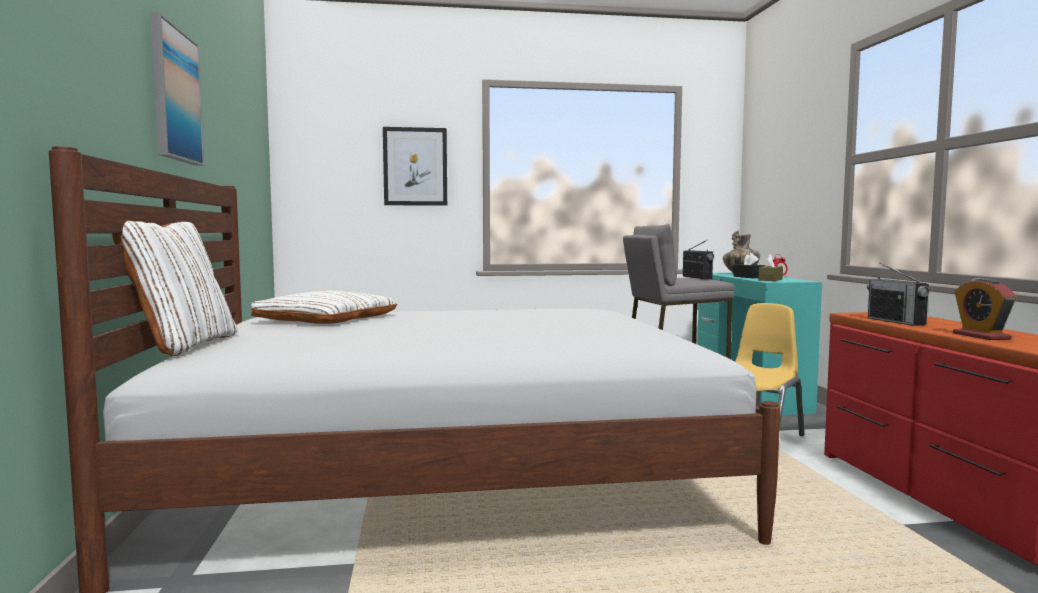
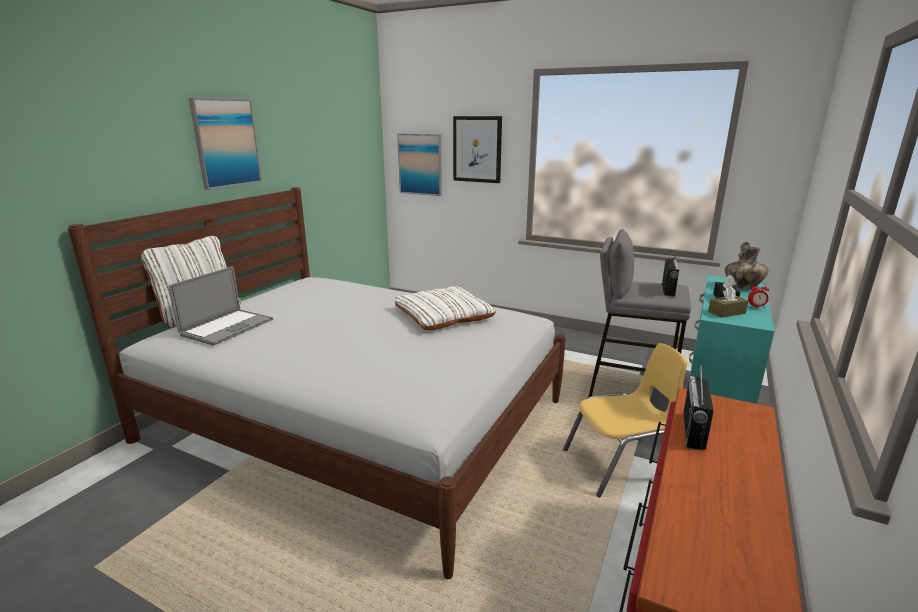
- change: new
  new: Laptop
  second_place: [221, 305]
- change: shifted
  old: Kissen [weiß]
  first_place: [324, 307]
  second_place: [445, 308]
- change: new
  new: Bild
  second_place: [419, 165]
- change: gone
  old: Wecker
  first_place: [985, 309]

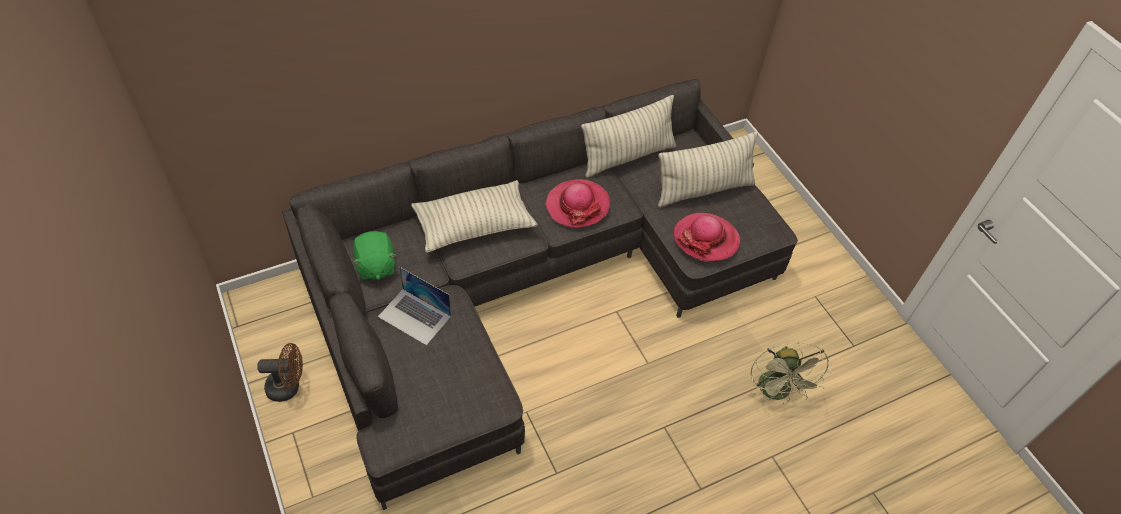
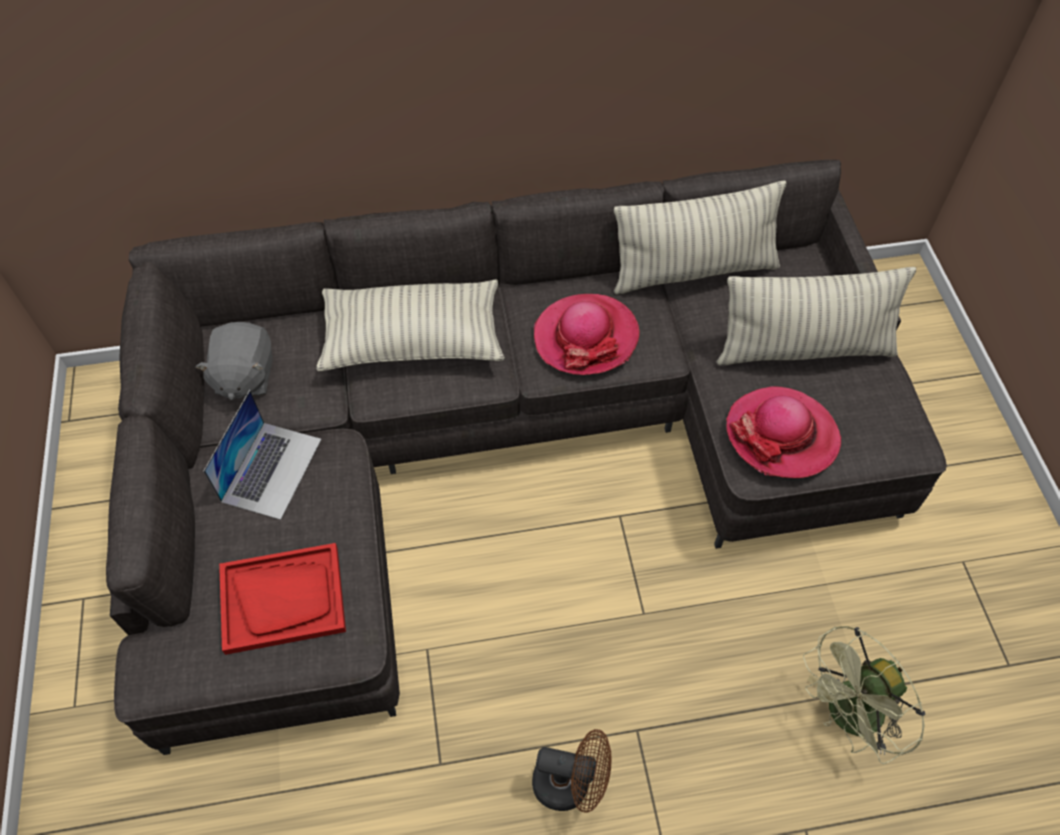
- change: repainted
  old: Plüschtier [grün]
  new: Plüschtier [grau]
  first_place: [374, 255]
  second_place: [234, 361]
- change: rotated
  old: Laptop
  first_place: [414, 306]
  second_place: [262, 455]
  degrees: -120
- change: new
  new: Tablett [rot]
  second_place: [282, 599]
- change: shifted
  old: Ventilator [braun]
  first_place: [280, 372]
  second_place: [572, 771]
- change: rotated
  old: Ventilator [grün]
  first_place: [790, 372]
  second_place: [864, 695]
  degrees: 45

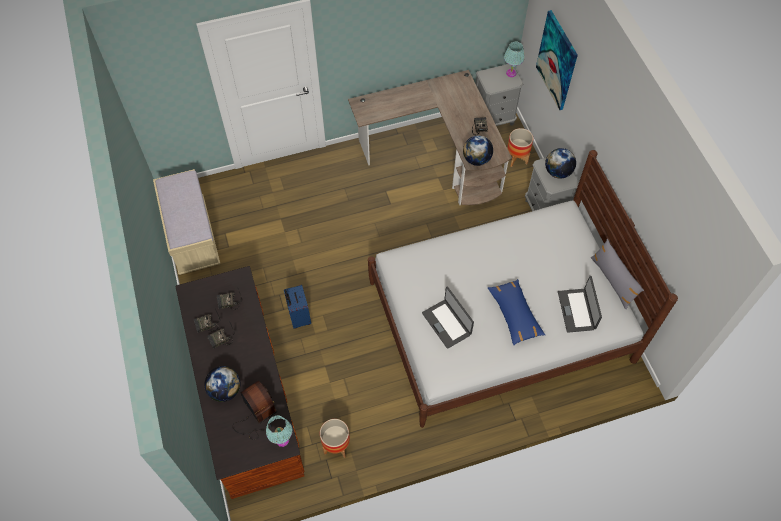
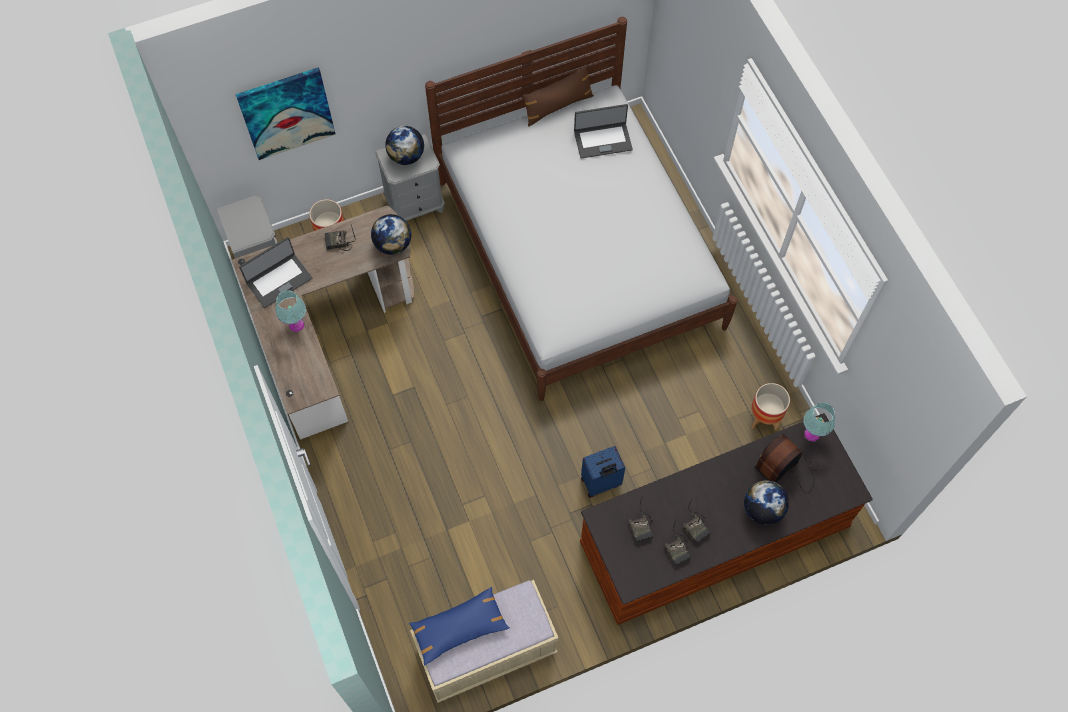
- change: shifted
  old: Laptop
  first_place: [448, 317]
  second_place: [275, 272]
- change: shifted
  old: Tischlampe [türkis]
  first_place: [514, 59]
  second_place: [291, 311]
- change: shifted
  old: Kissen [blau]
  first_place: [516, 312]
  second_place: [459, 626]
- change: repainted
  old: Kissen [grau]
  new: Kissen [braun]
  first_place: [617, 274]
  second_place: [558, 95]

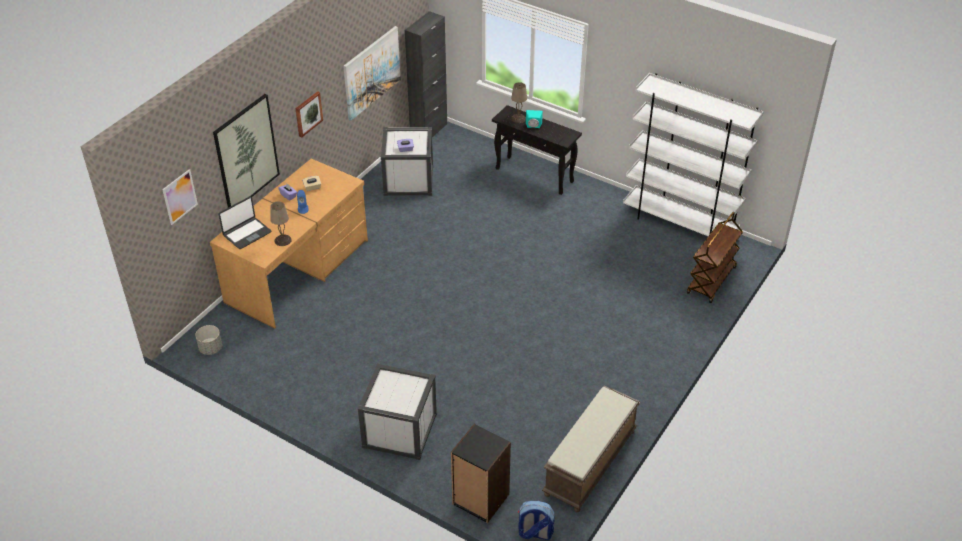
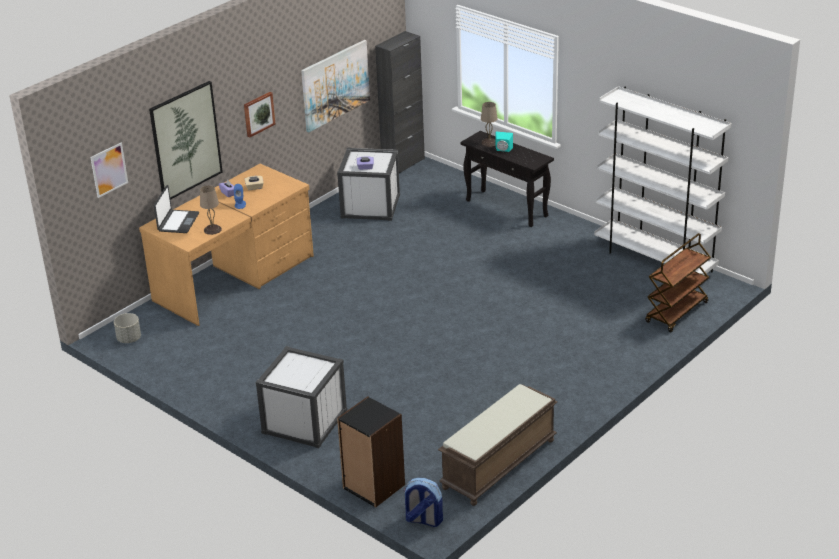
- change: rotated
  old: Laptop
  first_place: [245, 222]
  second_place: [176, 209]
  degrees: -45

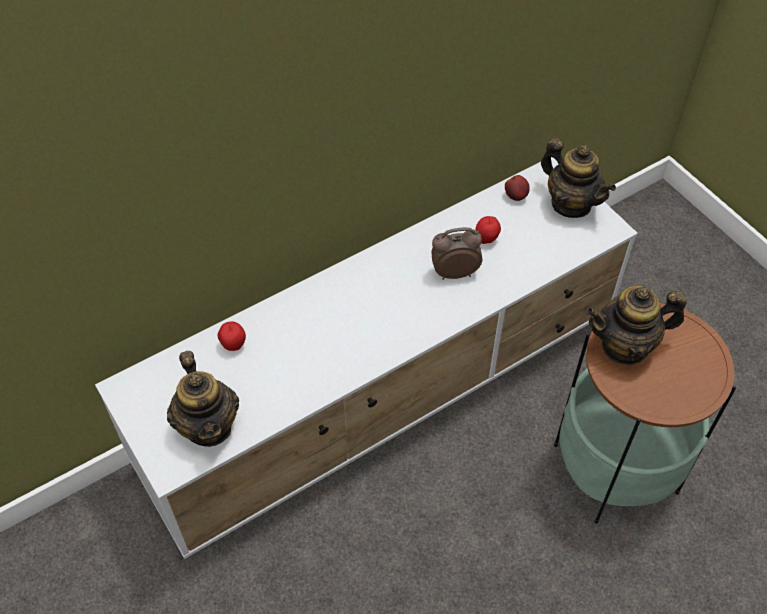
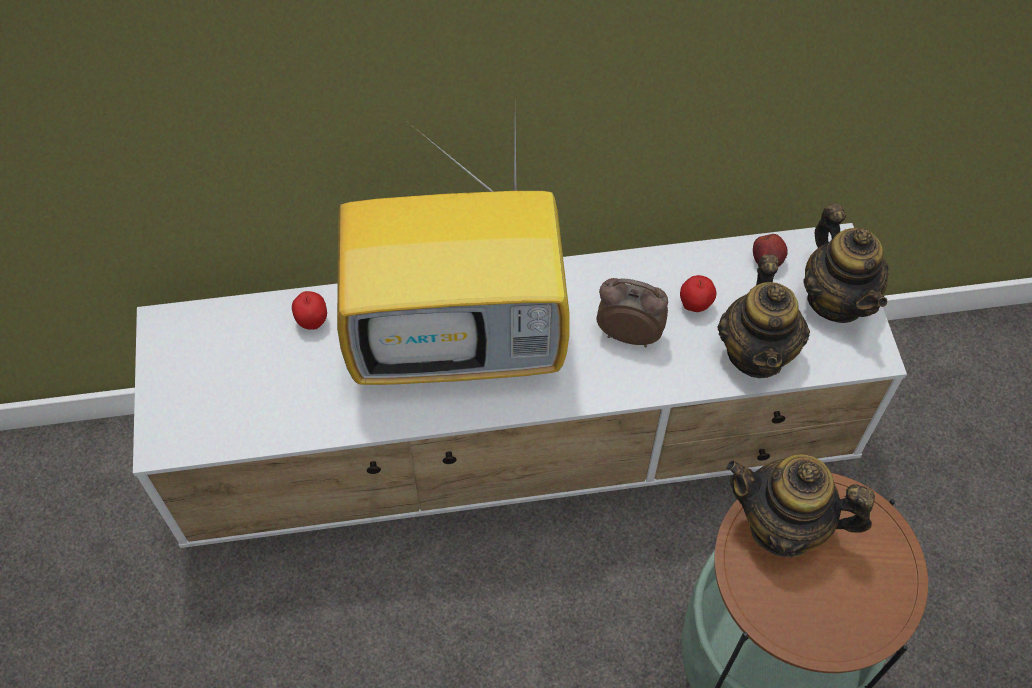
- change: new
  new: Fernseher
  second_place: [453, 252]
- change: shifted
  old: Teekanne
  first_place: [203, 399]
  second_place: [764, 316]

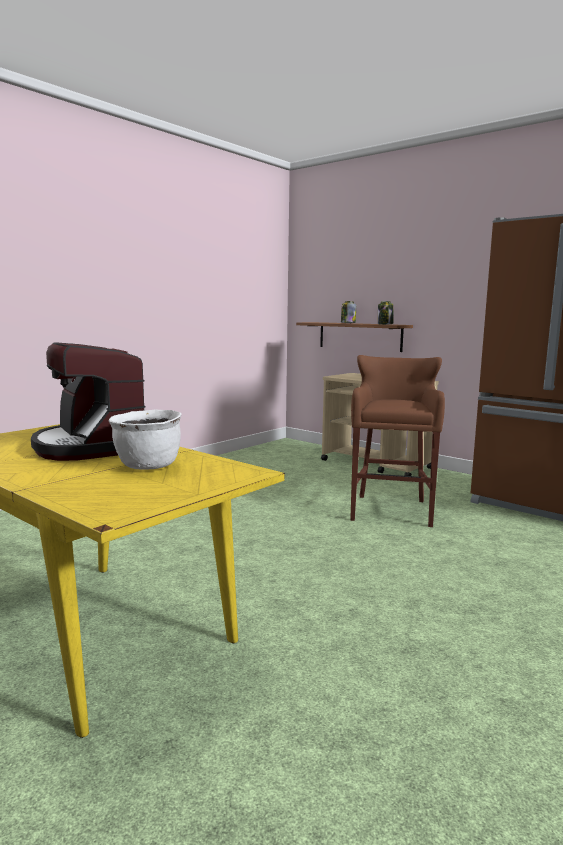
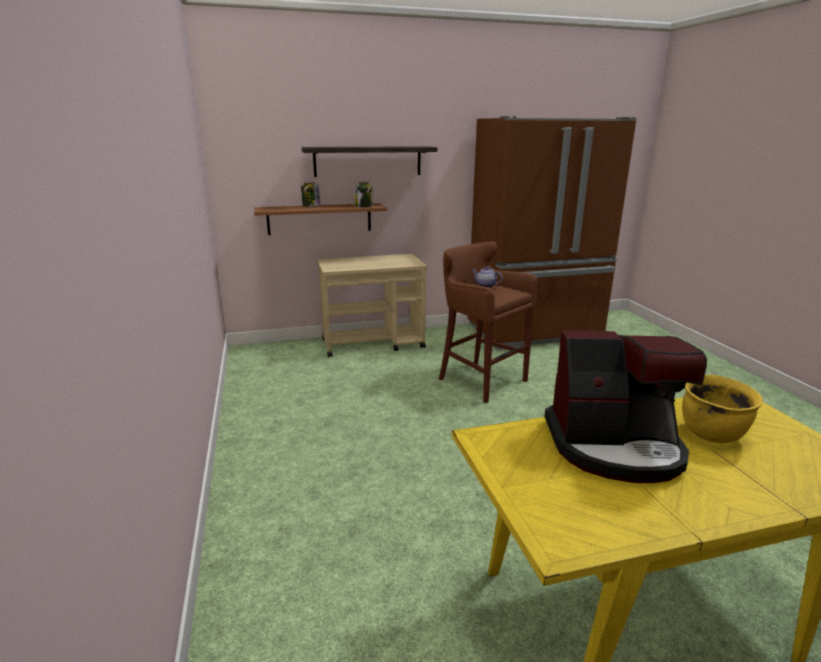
- change: new
  new: Wandregal
  second_place: [370, 161]
- change: new
  new: Teekanne
  second_place: [487, 277]
- change: repainted
  old: Kochtopf [weiß]
  new: Kochtopf [gelb]
  first_place: [145, 440]
  second_place: [722, 409]

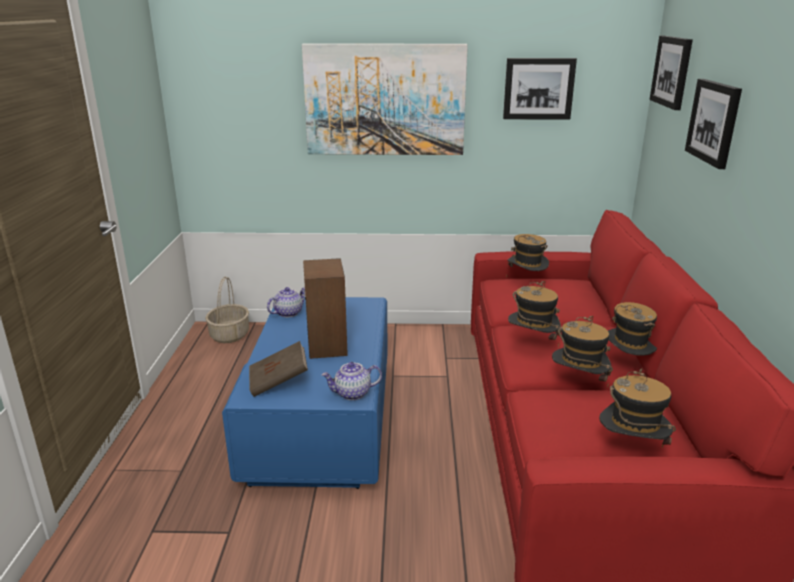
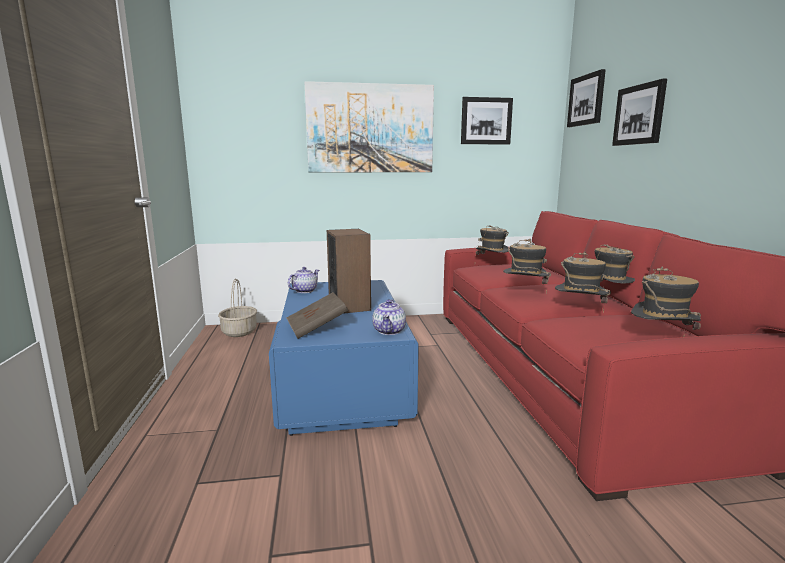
- change: rotated
  old: Teekanne
  first_place: [351, 381]
  second_place: [389, 317]
  degrees: -60

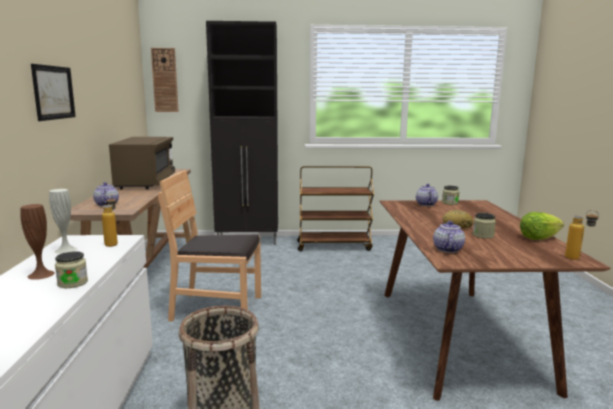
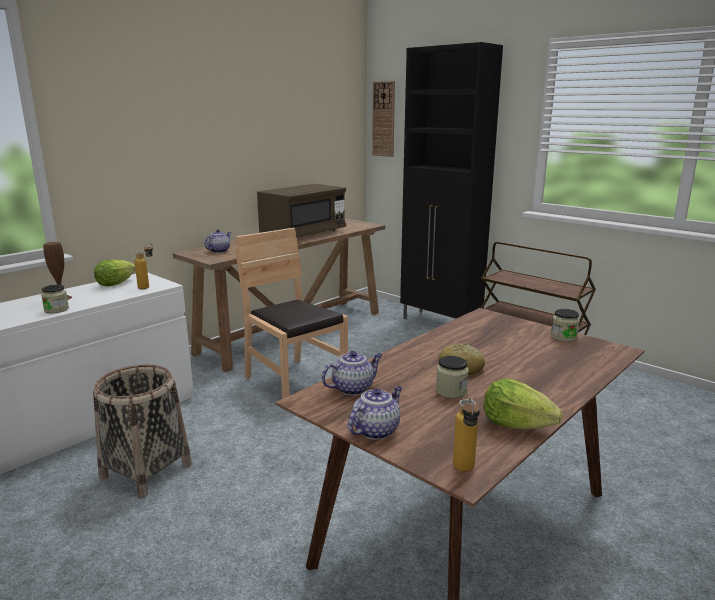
- change: swapped
  old: Vase [weiß]
  new: Salatkopf
  first_place: [63, 221]
  second_place: [114, 272]
- change: shifted
  old: Teekanne
  first_place: [427, 195]
  second_place: [375, 413]
- change: gone
  old: Bild
  first_place: [53, 92]

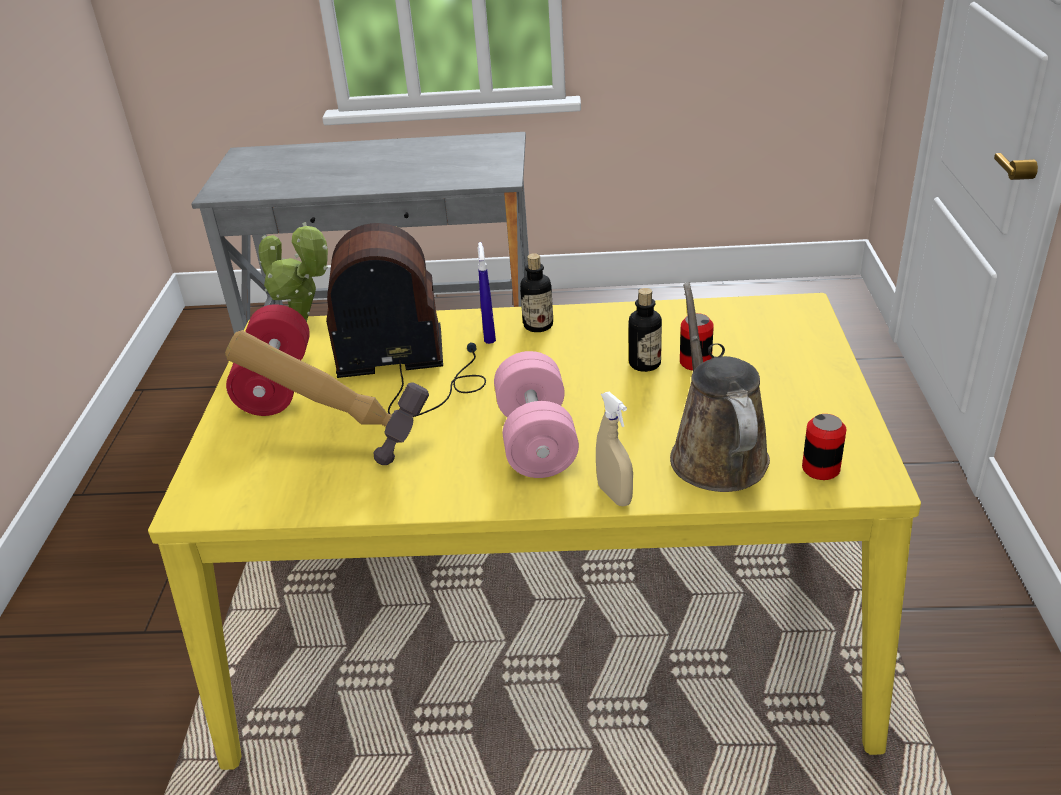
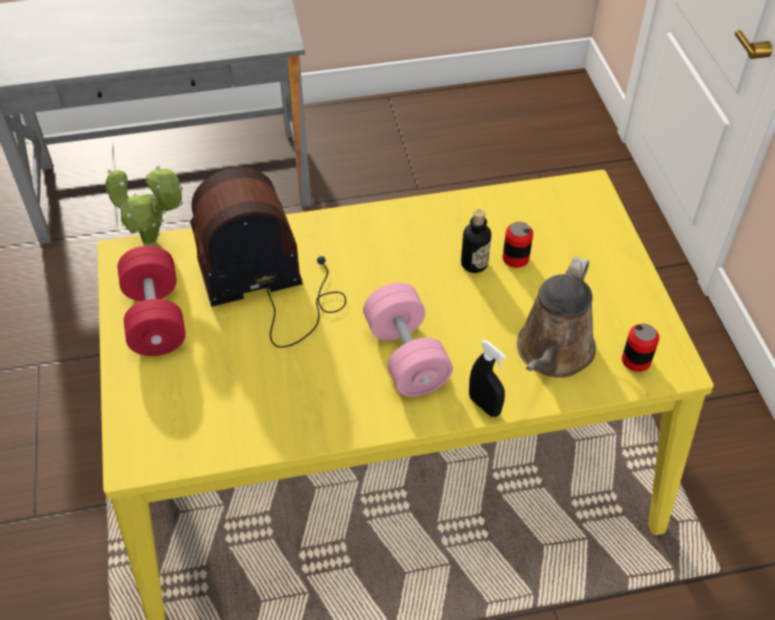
- change: repainted
  old: Sprühflasche [beige]
  new: Sprühflasche [schwarz]
  first_place: [614, 449]
  second_place: [487, 378]
- change: rotated
  old: Gießkanne [braun]
  first_place: [720, 387]
  second_place: [556, 317]
  degrees: -135
- change: gone
  old: Hammer
  first_place: [327, 397]
- change: gone
  old: Sprühflasche [blau]
  first_place: [487, 293]
- change: gone
  old: Flasche
  first_place: [536, 292]

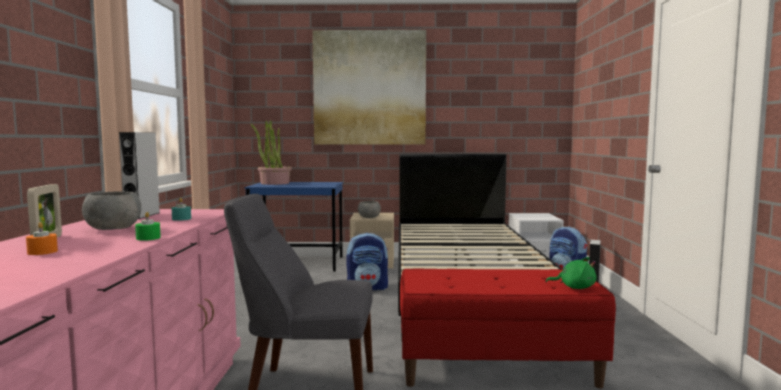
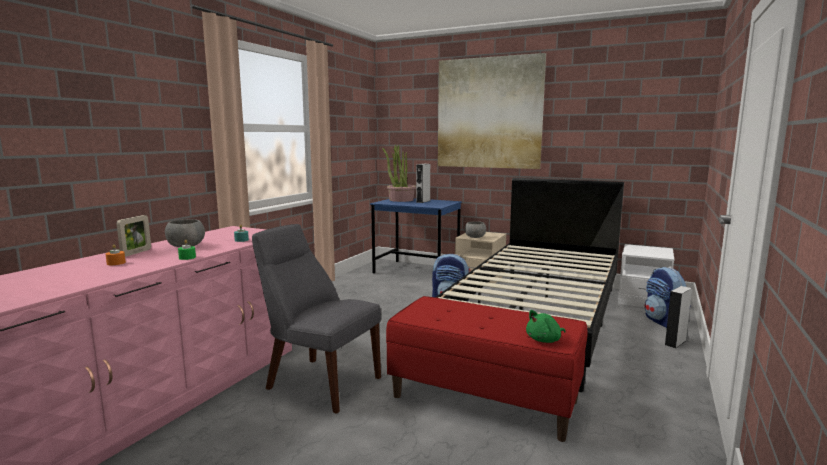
- change: shifted
  old: Lautsprecher [grau]
  first_place: [139, 175]
  second_place: [423, 183]
- change: rotated
  old: Plüschtier [grün]
  first_place: [571, 273]
  second_place: [546, 326]
  degrees: 105

